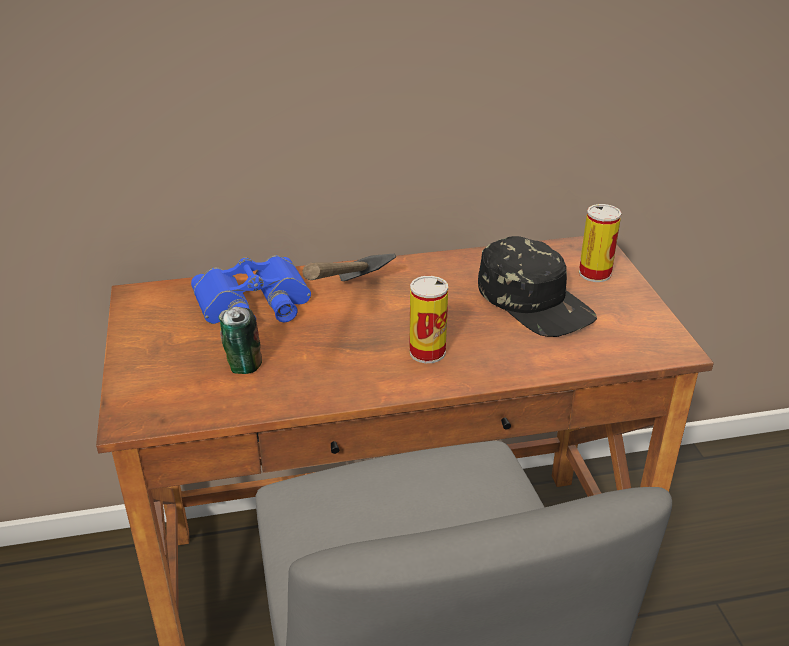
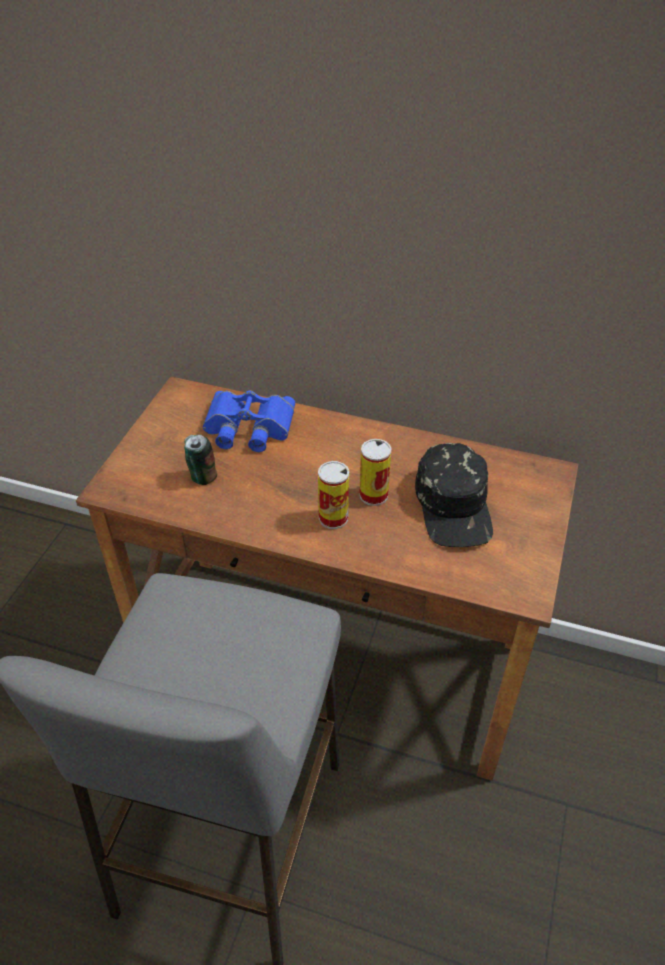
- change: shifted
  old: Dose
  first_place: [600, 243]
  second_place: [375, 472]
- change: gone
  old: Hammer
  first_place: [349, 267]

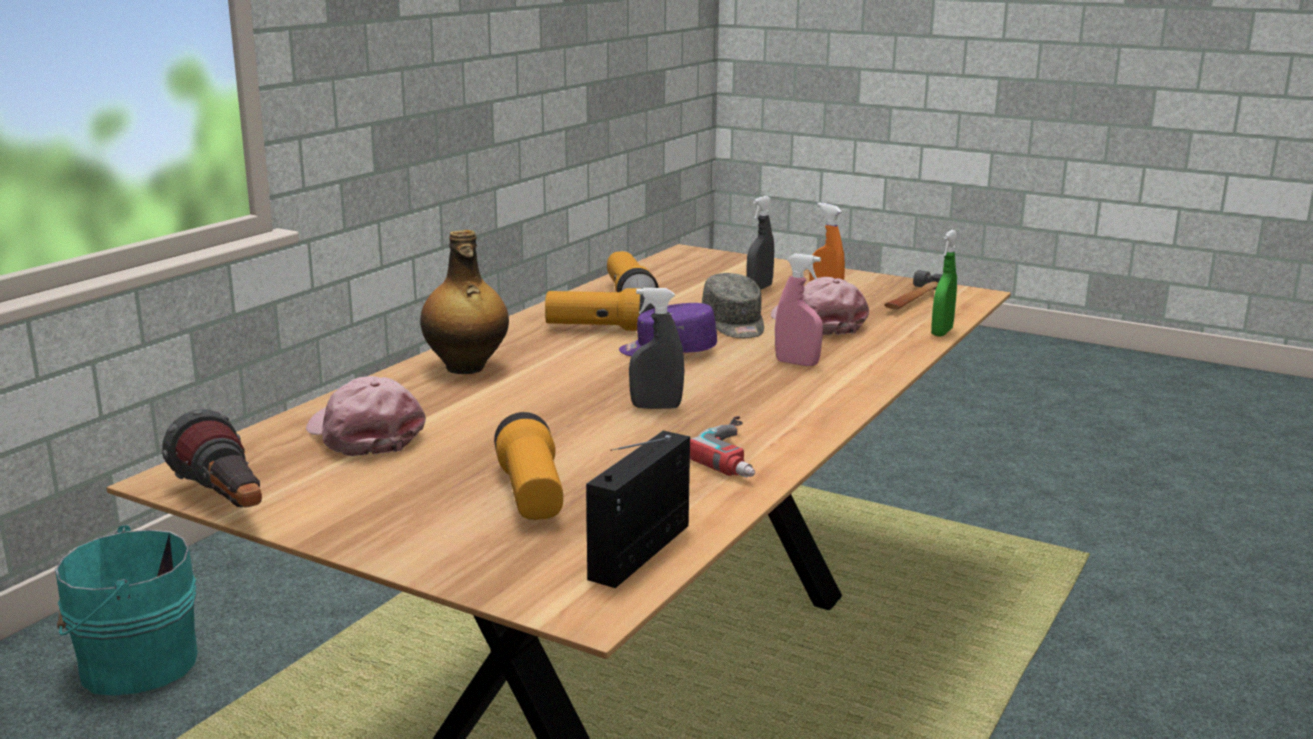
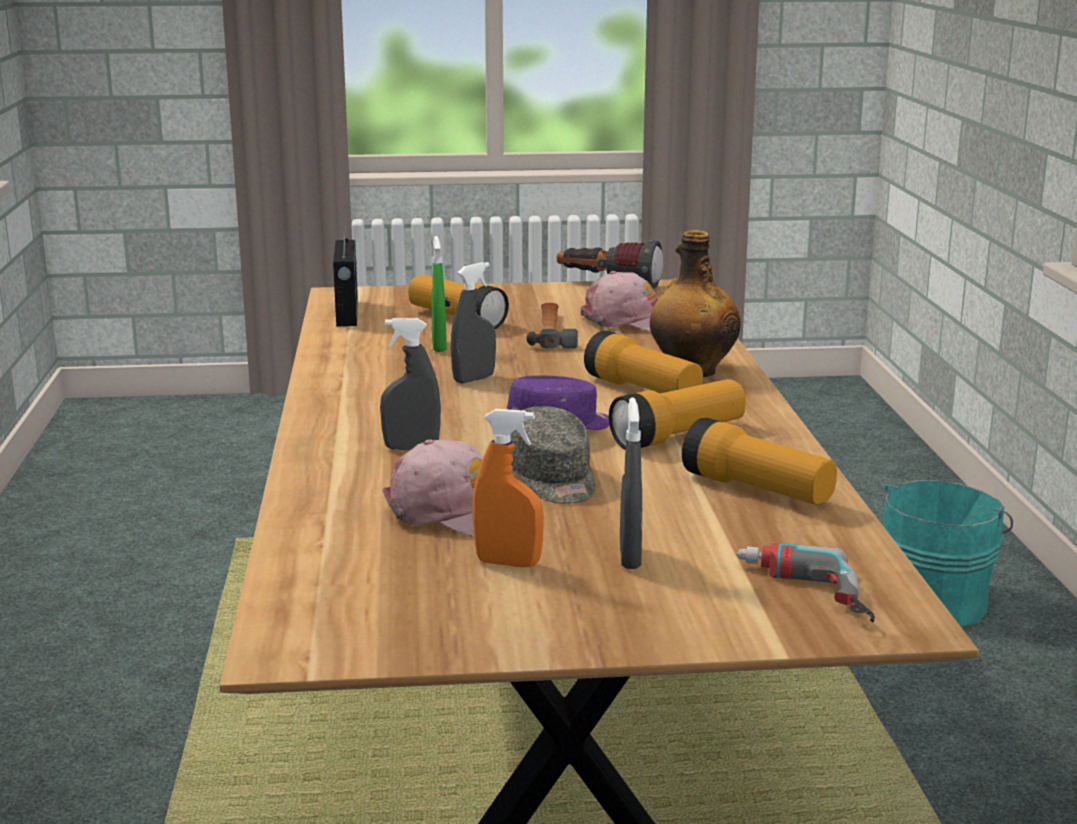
- change: repainted
  old: Sprühflasche [rosa]
  new: Sprühflasche [grau]
  first_place: [799, 310]
  second_place: [410, 384]
- change: shifted
  old: Sprühflasche [grün]
  first_place: [944, 283]
  second_place: [439, 294]
- change: rotated
  old: Kappe [grau]
  first_place: [733, 305]
  second_place: [552, 455]
  degrees: -150
- change: shifted
  old: Hammer
  first_place: [913, 289]
  second_place: [552, 325]
- change: new
  new: Taschenlampe
  second_place: [643, 362]
- change: shifted
  old: Bohrmaschine
  first_place: [722, 447]
  second_place: [805, 582]

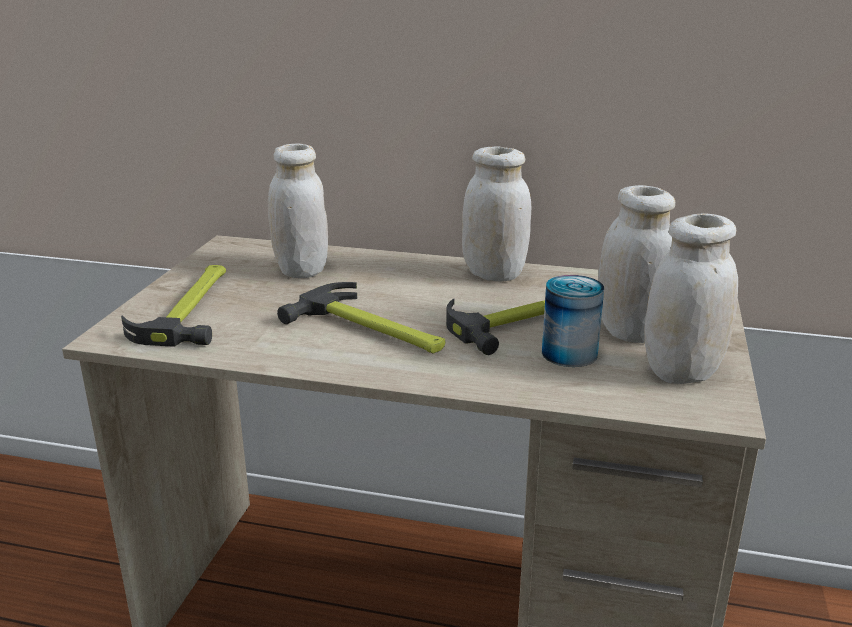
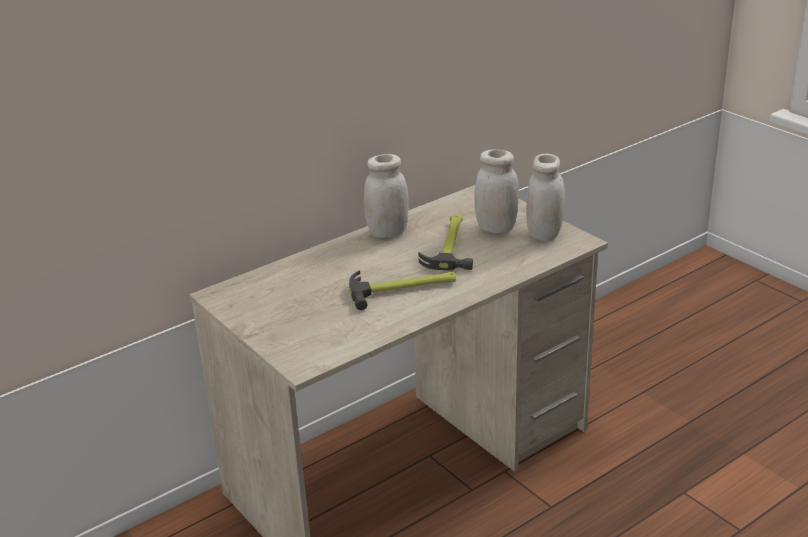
- change: gone
  old: Hammer
  first_place: [173, 306]
- change: gone
  old: Vorratsglas [weiß]
  first_place: [298, 211]
- change: gone
  old: Dose
  first_place: [573, 321]

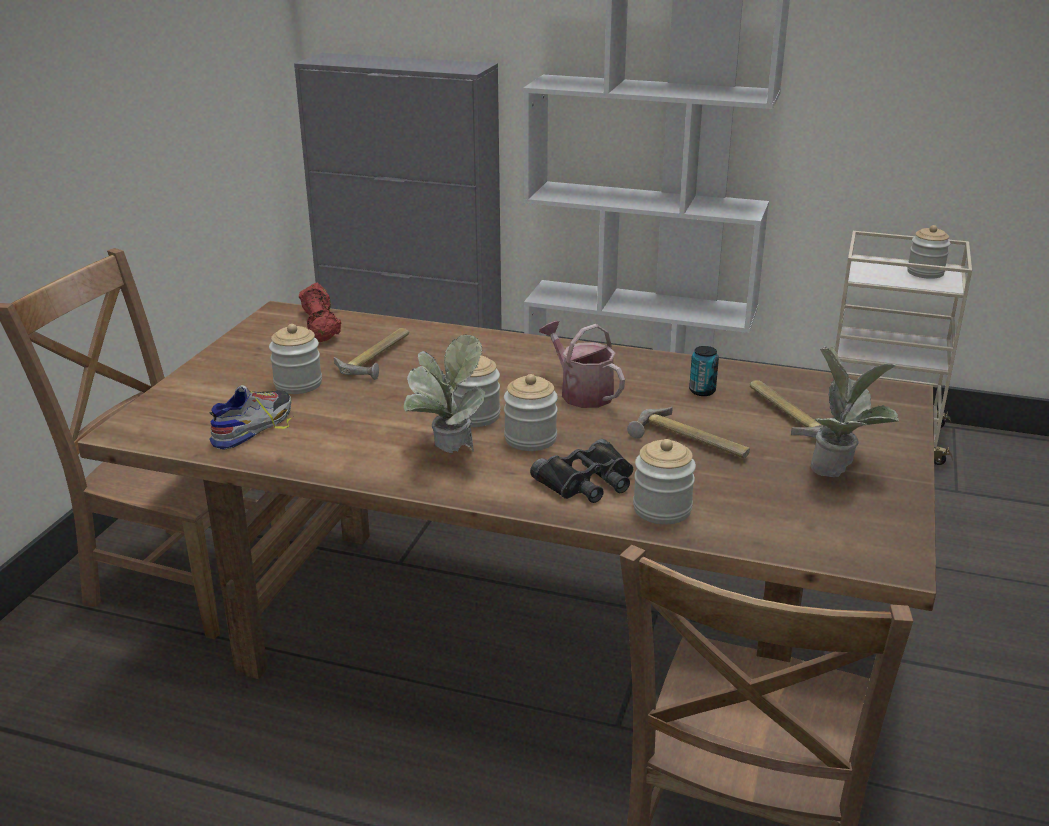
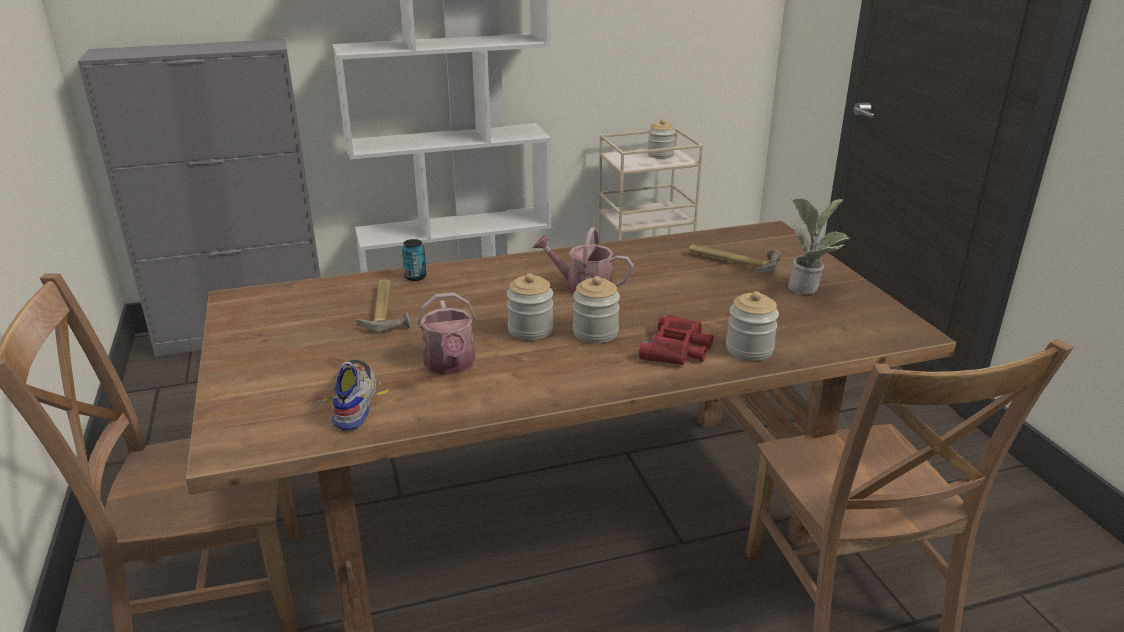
- change: shifted
  old: Dose
  first_place: [704, 371]
  second_place: [414, 260]
- change: new
  new: Gießkanne
  second_place: [446, 333]
- change: repainted
  old: Fernglas [schwarz]
  new: Fernglas [rot]
  first_place: [581, 471]
  second_place: [676, 339]
- change: gone
  old: Vorratsglas
  first_place: [295, 359]
- change: gone
  old: Hantel [rot]
  first_place: [320, 312]
- change: gone
  old: Topfpflanze
  first_place: [444, 394]
- change: gone
  old: Hammer
  first_place: [688, 432]

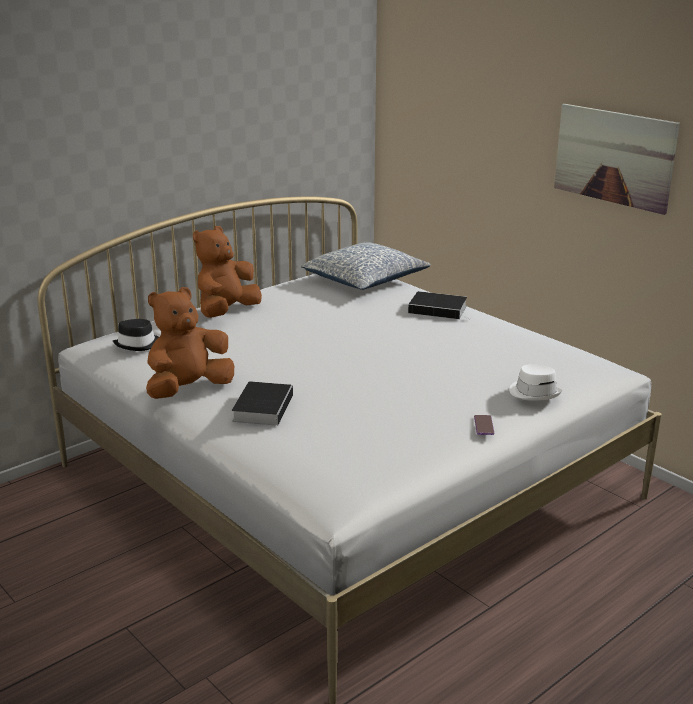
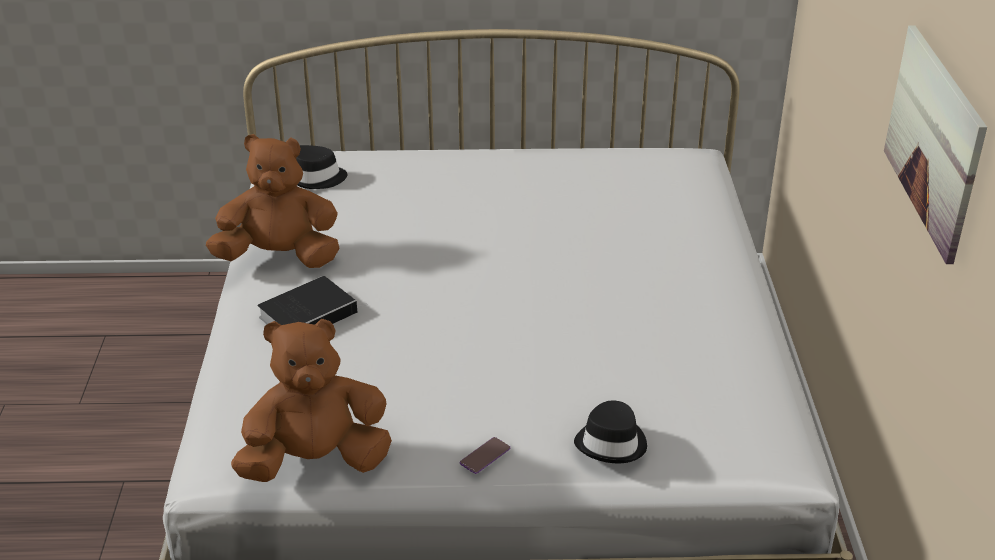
- change: shifted
  old: Plüschtier [braun]
  first_place: [227, 272]
  second_place: [311, 400]
- change: repainted
  old: Hut [weiß]
  new: Hut [schwarz]
  first_place: [535, 382]
  second_place: [610, 432]
- change: gone
  old: Kissen
  first_place: [366, 266]
- change: gone
  old: Buch
  first_place: [439, 305]

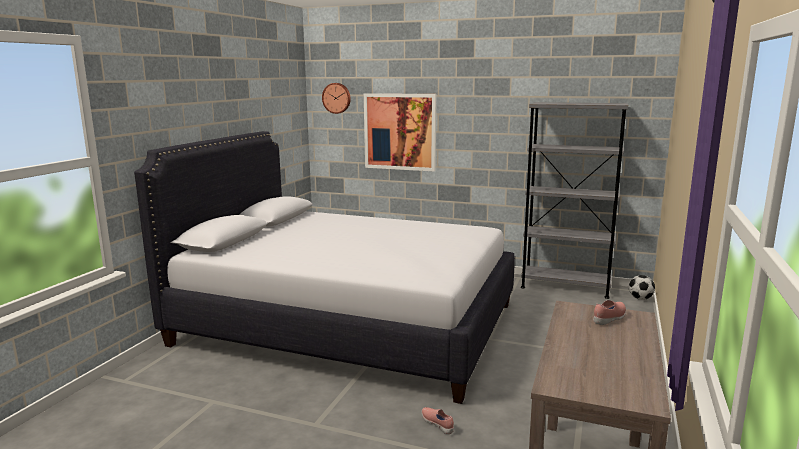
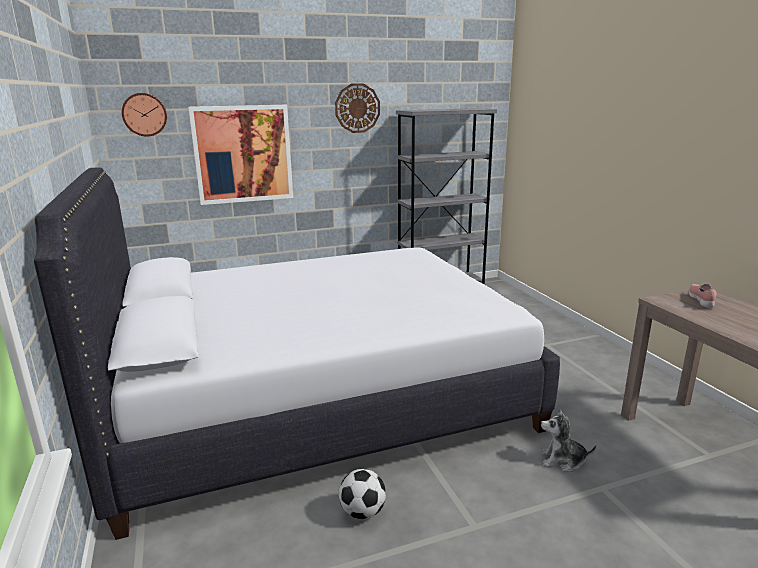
- change: new
  new: Wanduhr
  second_place: [357, 108]
- change: shifted
  old: Fußball
  first_place: [642, 287]
  second_place: [362, 494]
- change: swapped
  old: Schuh [rosa]
  new: Plüschtier
  first_place: [438, 420]
  second_place: [568, 440]

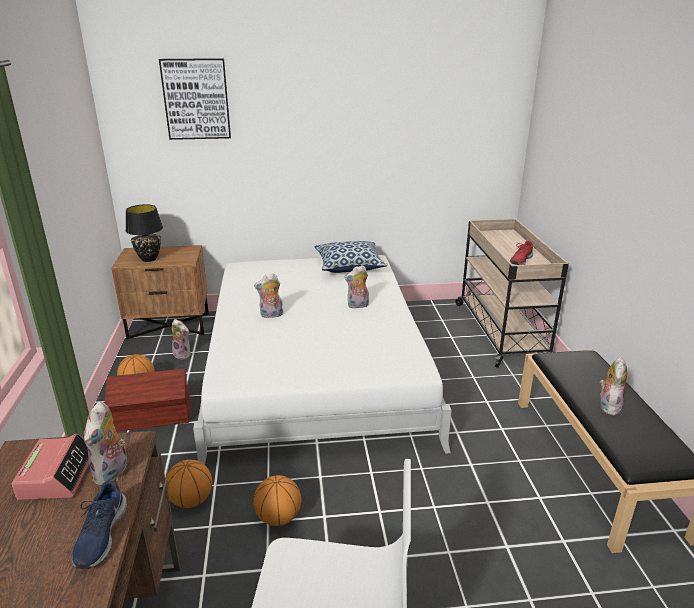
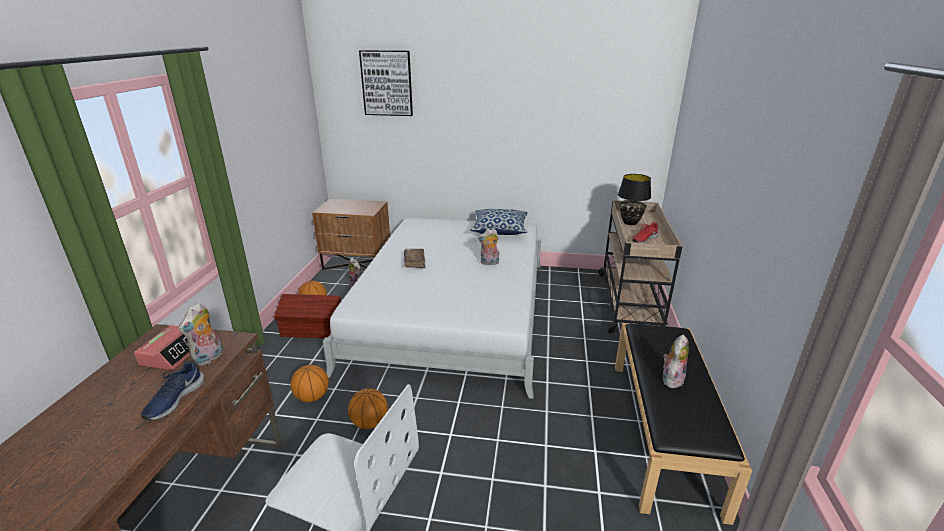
- change: swapped
  old: Plüschtier
  new: Buch [braun]
  first_place: [268, 295]
  second_place: [415, 258]
- change: shifted
  old: Tischlampe [schwarz]
  first_place: [144, 233]
  second_place: [634, 199]

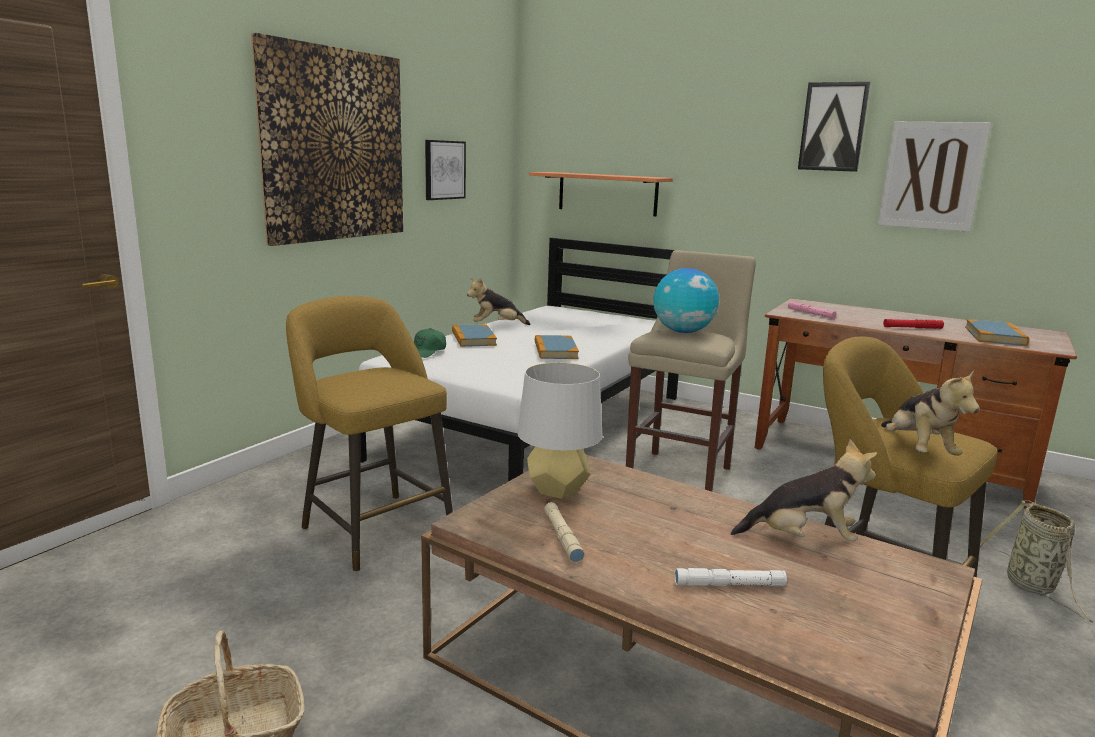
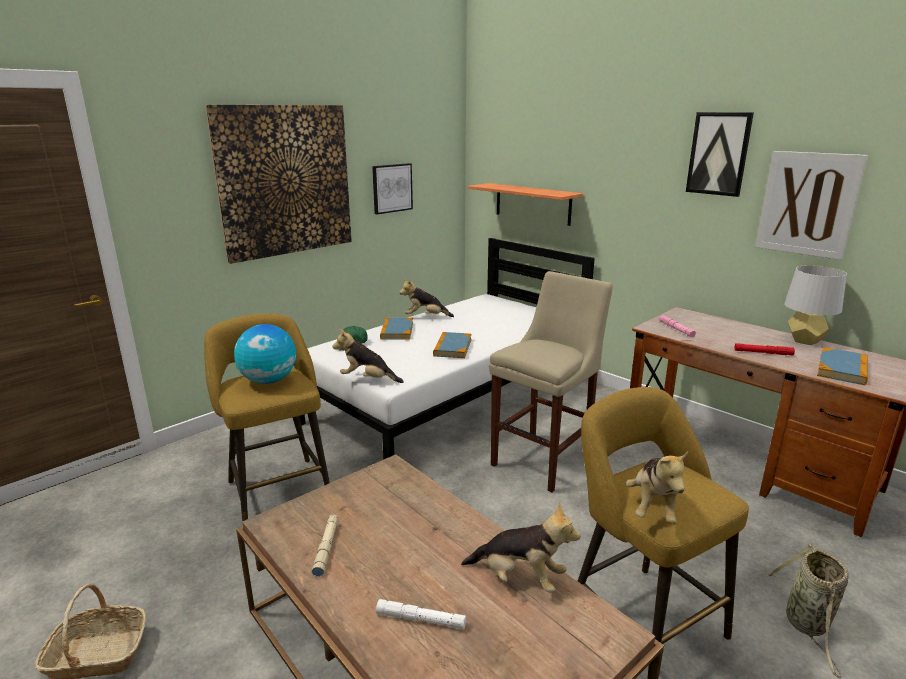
- change: shifted
  old: Globus
  first_place: [686, 300]
  second_place: [265, 354]
- change: new
  new: Plüschtier
  second_place: [368, 356]
- change: shifted
  old: Tischlampe [grau]
  first_place: [560, 431]
  second_place: [816, 305]

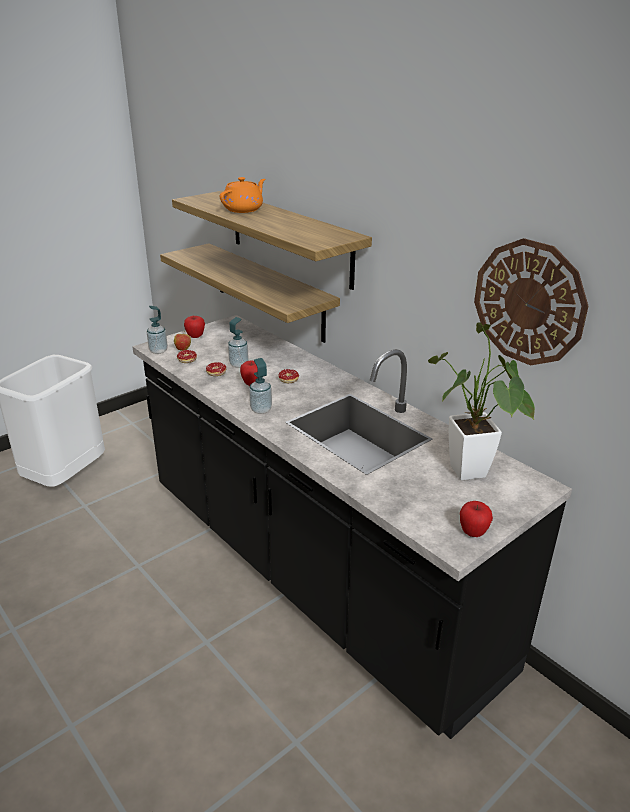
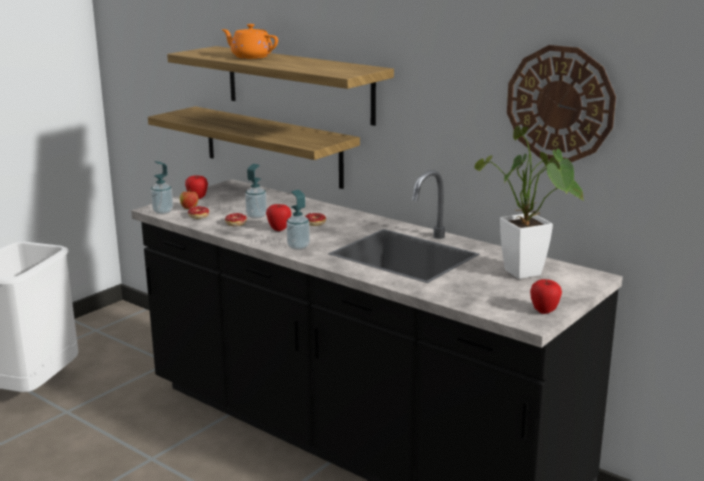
- change: rotated
  old: Teekanne [orange]
  first_place: [242, 195]
  second_place: [249, 41]
  degrees: -90

